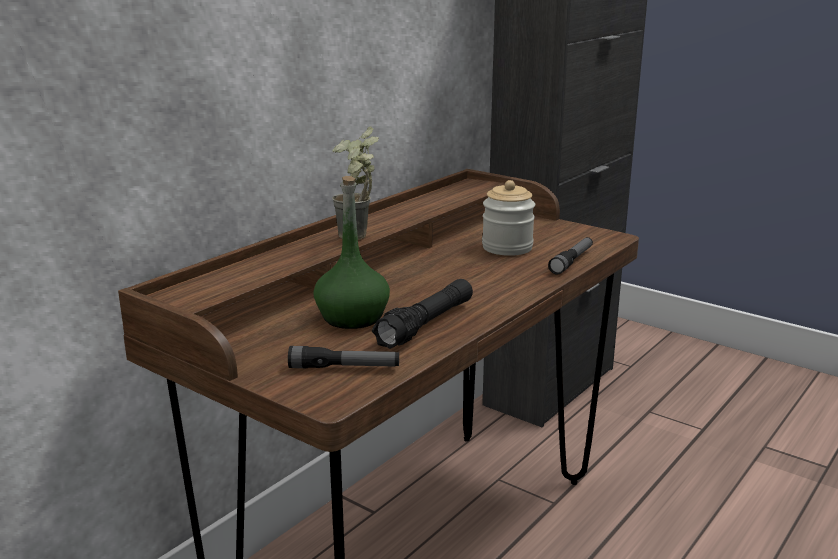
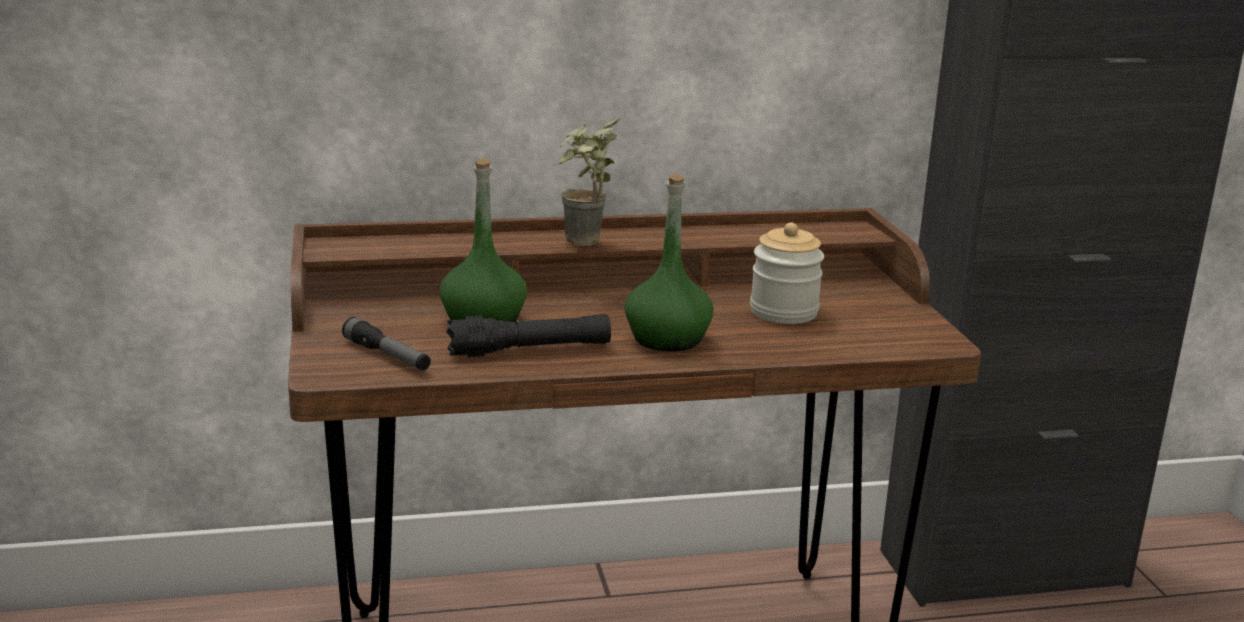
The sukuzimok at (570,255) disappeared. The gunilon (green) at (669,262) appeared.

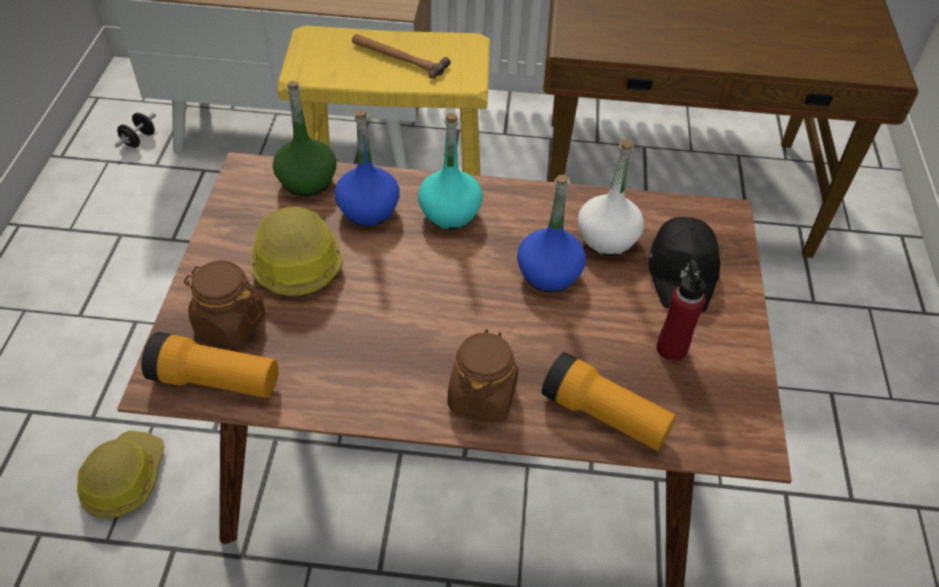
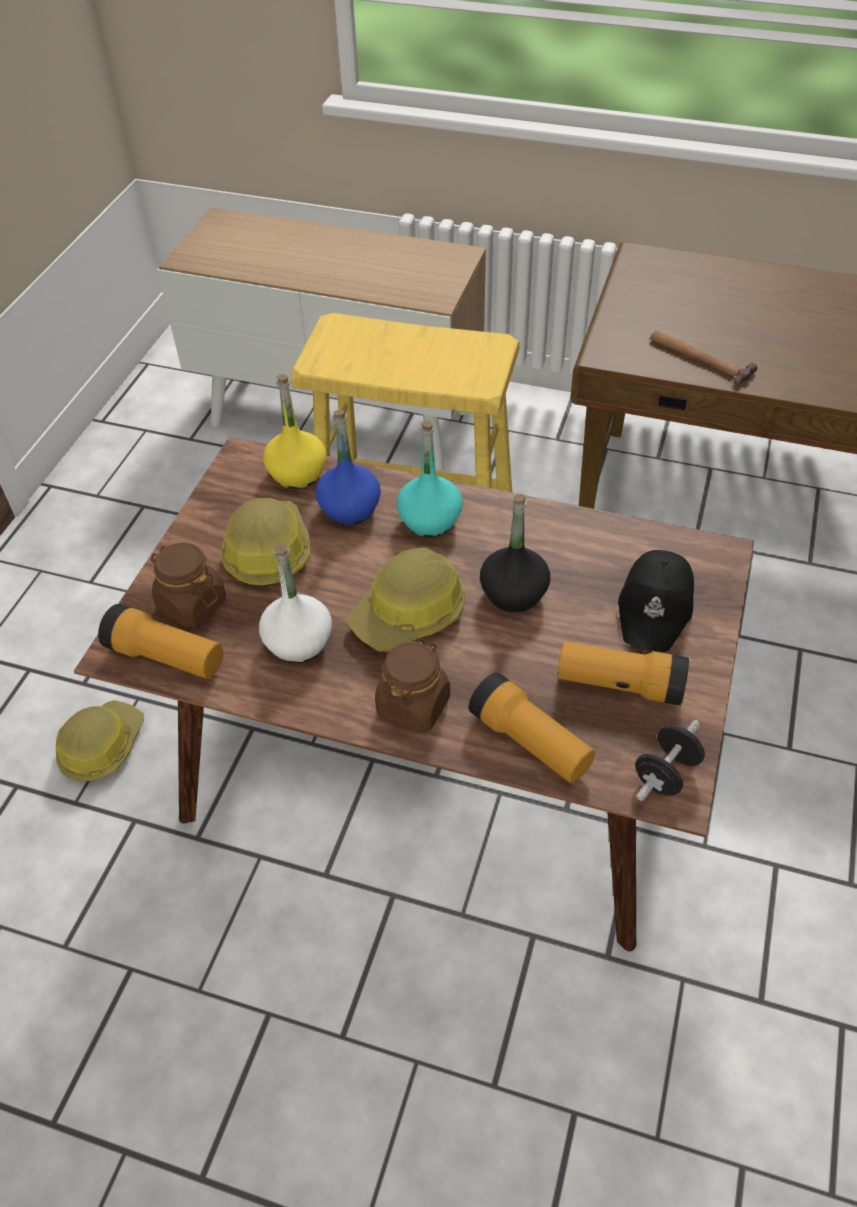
The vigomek moved from (401,56) to (704,358). The gunilon (green) at (305,139) became the gunilon (yellow) at (294,432). The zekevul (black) moved from (135,130) to (670,760). The gunilon (white) moved from (611,197) to (295,603). The gunilon (blue) at (551,233) became the gunilon (black) at (515,553). The gunilon (red) at (681,311) was replaced by the sukuzimok at (623,673). The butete at (406,599) appeared.

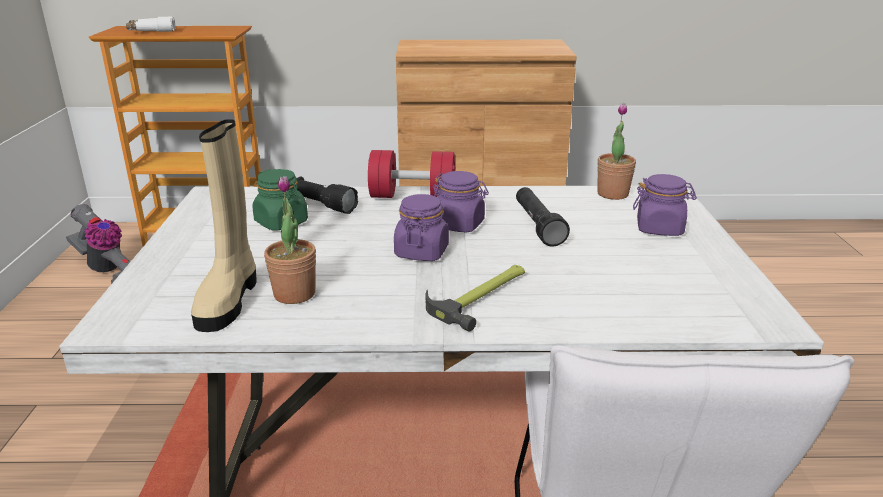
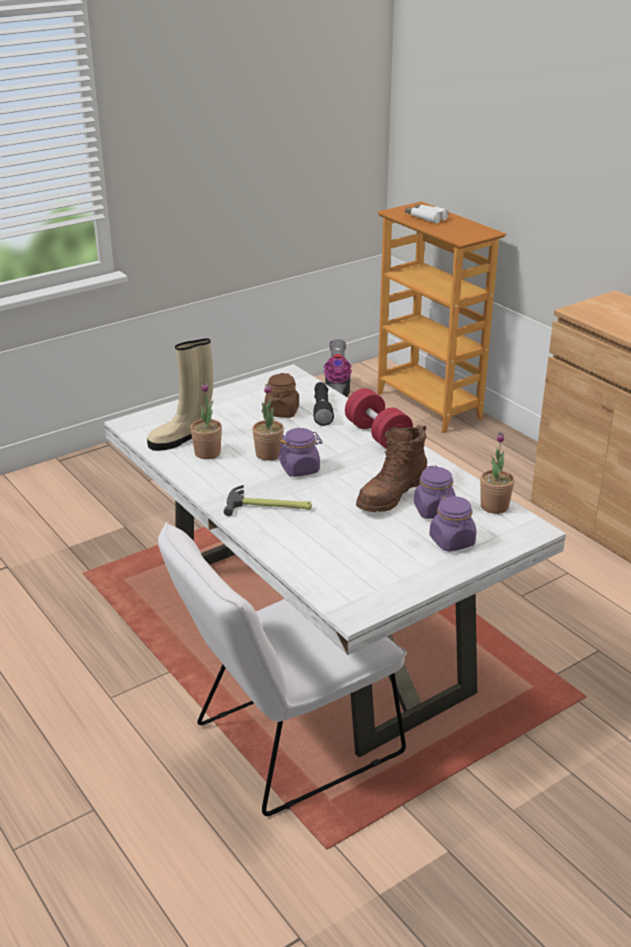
The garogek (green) at (280,200) became the garogek (brown) at (281,395). The garogek (purple) moved from (461,202) to (435,492). The sukuzimok (black) at (543,216) was replaced by the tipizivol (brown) at (391,468). The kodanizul at (268,422) appeared.

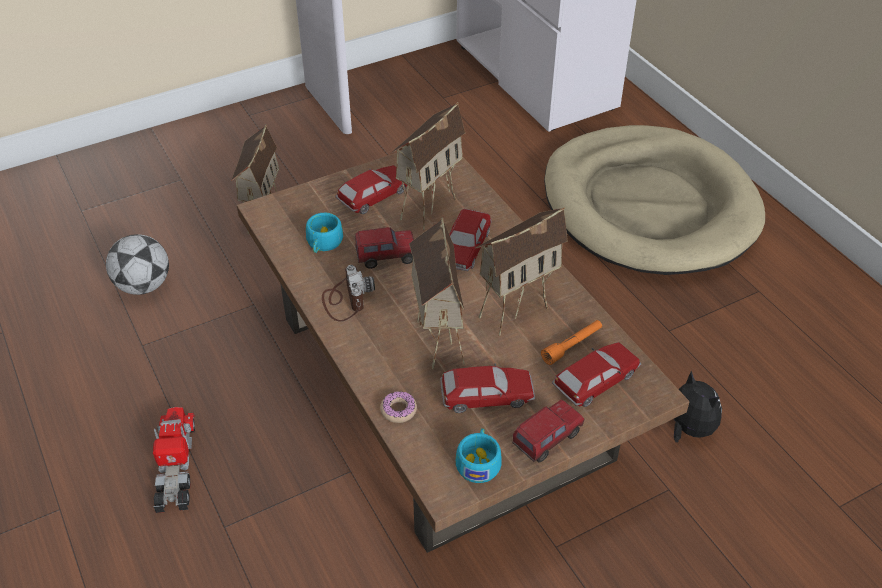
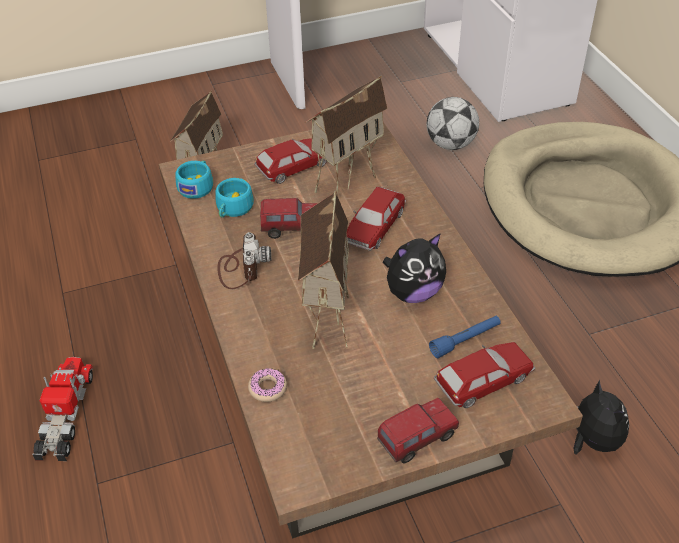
The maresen at (521,271) was replaced by the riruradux at (414,268). The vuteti moved from (137,264) to (453,123). The sukuzimok (orange) at (571,342) became the sukuzimok (blue) at (465,337). The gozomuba at (487,388) disappeared. The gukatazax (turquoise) moved from (479,455) to (194,179).

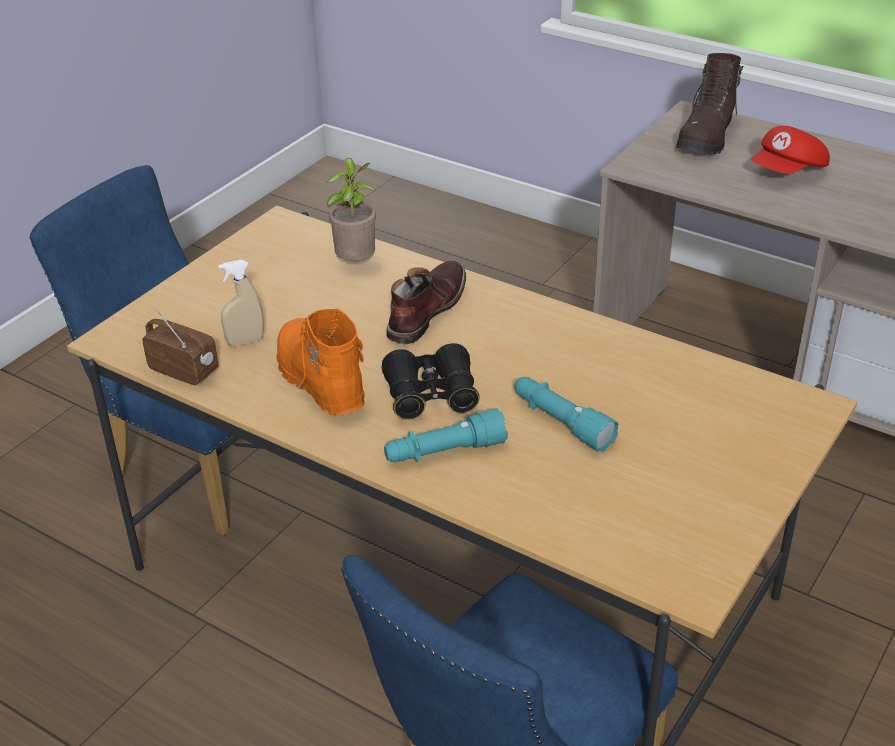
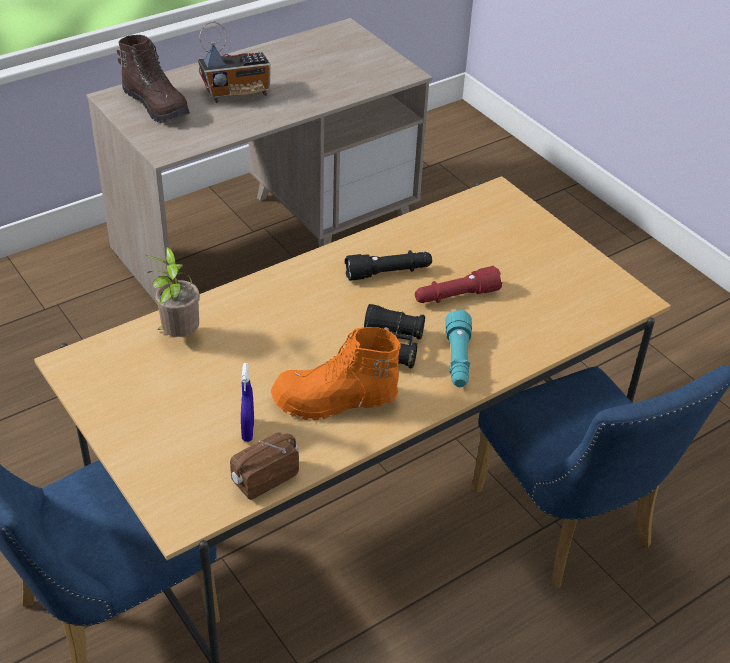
The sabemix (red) at (790,150) was replaced by the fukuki at (234,62). The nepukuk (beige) at (241,303) became the nepukuk (blue) at (247,402). The tipizivol (brown) at (426,302) disappeared. The sukuzimok (turquoise) at (566,414) became the sukuzimok (red) at (458,284). The sukuzimok (black) at (388,265) appeared.

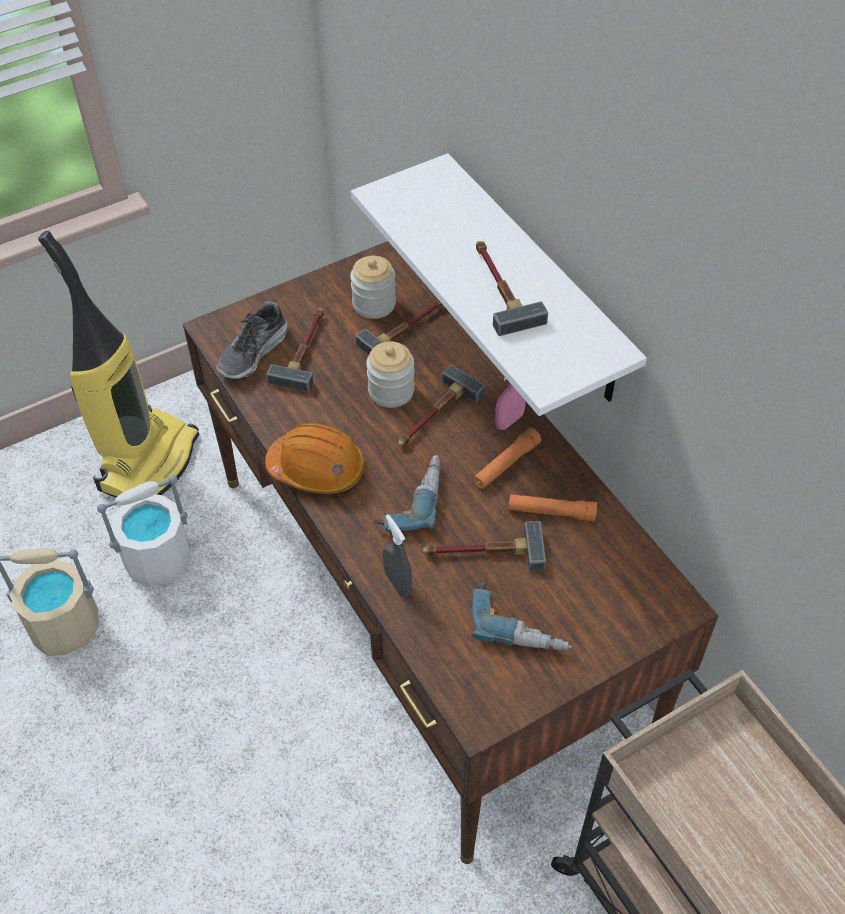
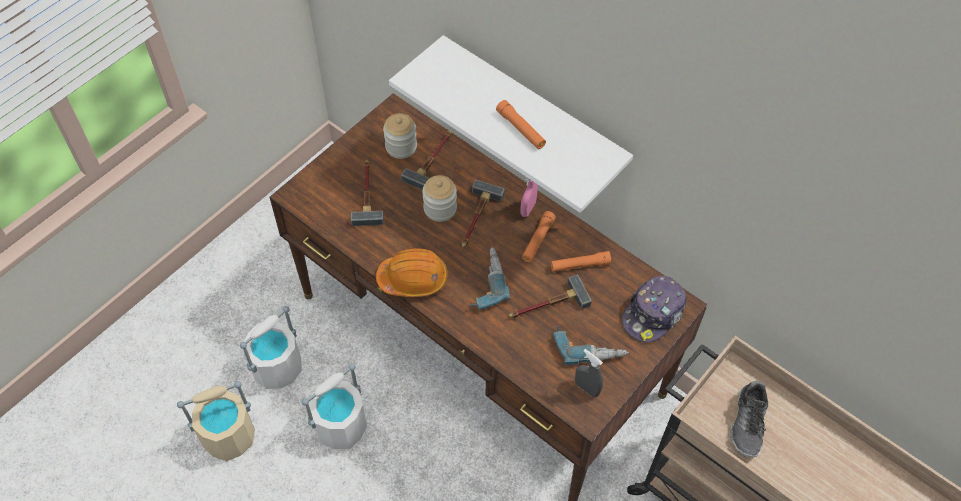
The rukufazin at (118,364) disappeared. The vigomek at (512,288) was replaced by the sukuzimok (orange) at (521,124). The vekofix moved from (252,340) to (749,419). The nepukuk (grey) moved from (397,555) to (589,373). The sabemix at (654,309) appeared. The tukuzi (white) at (334,406) appeared.

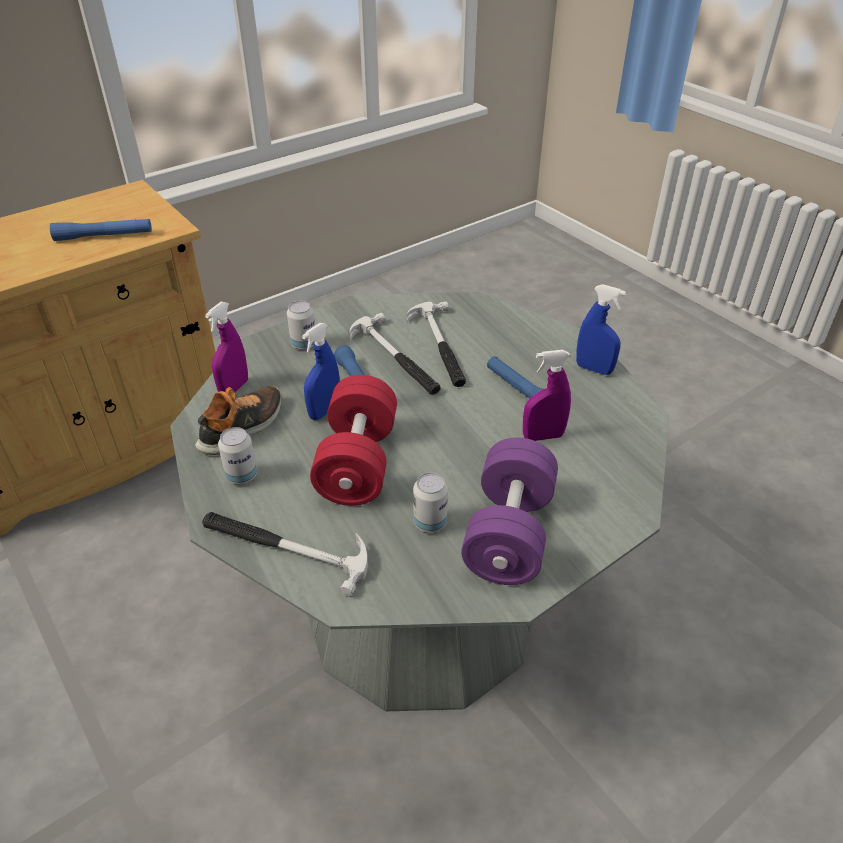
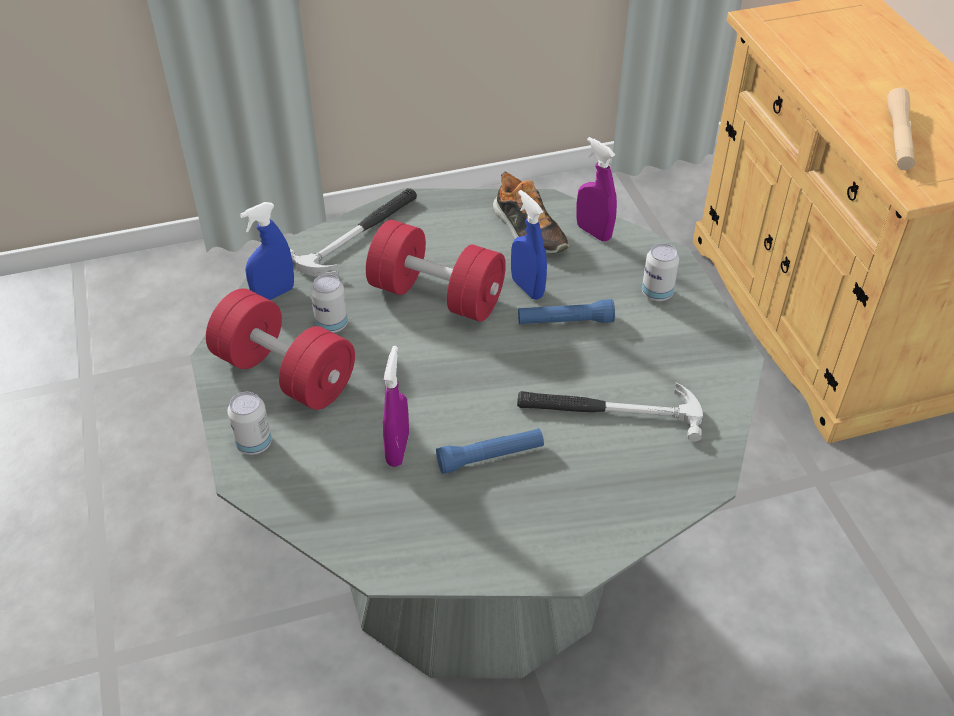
The sukuzimok (blue) at (101,230) became the sukuzimok (beige) at (901,129). The nepukuk (blue) moved from (601,329) to (267,251). The vigomek at (395,353) disappeared. The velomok moved from (237,455) to (249,423). The zekevul (purple) at (509,511) became the zekevul (red) at (280,349).

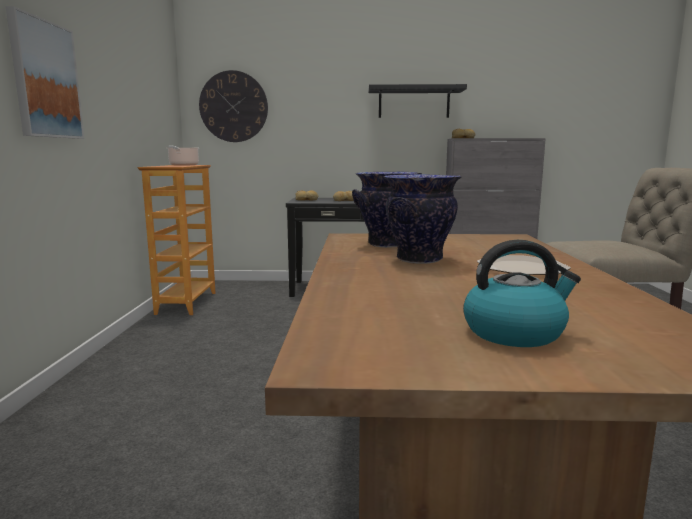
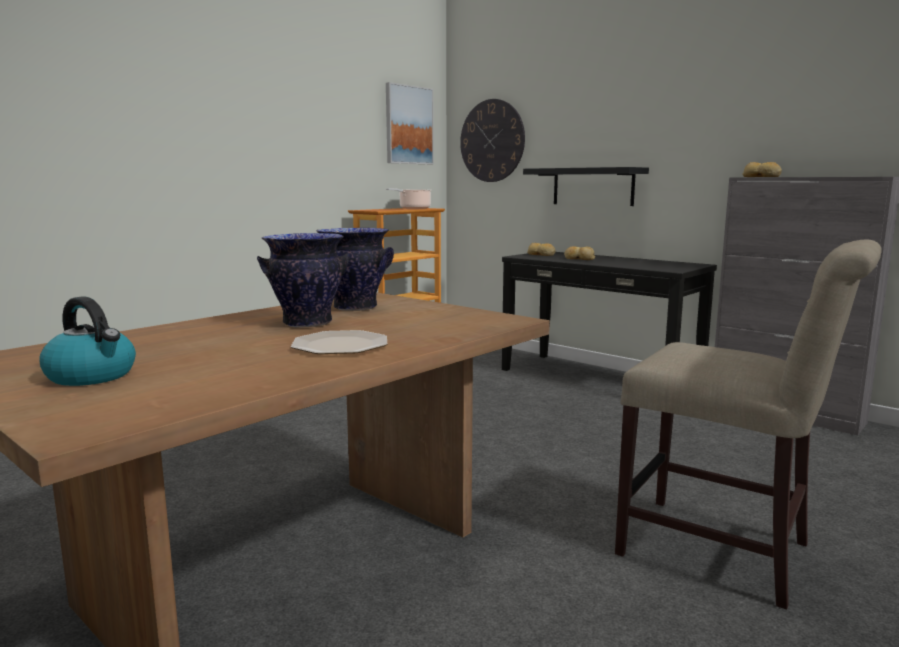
The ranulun moved from (44,72) to (410,123). The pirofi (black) moved from (418,101) to (586,186).

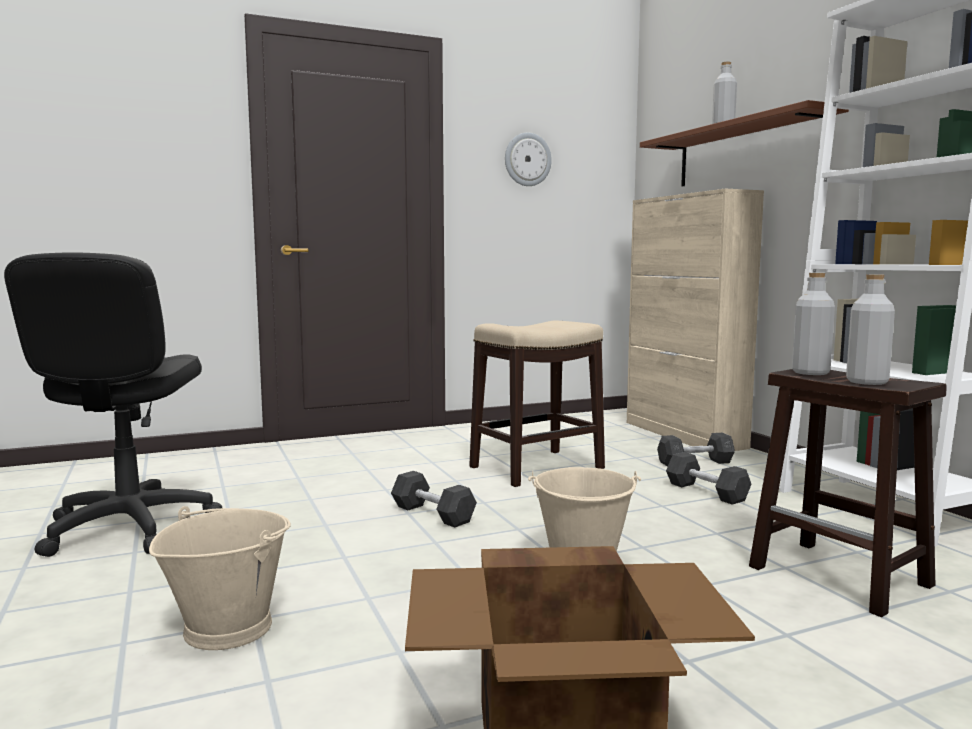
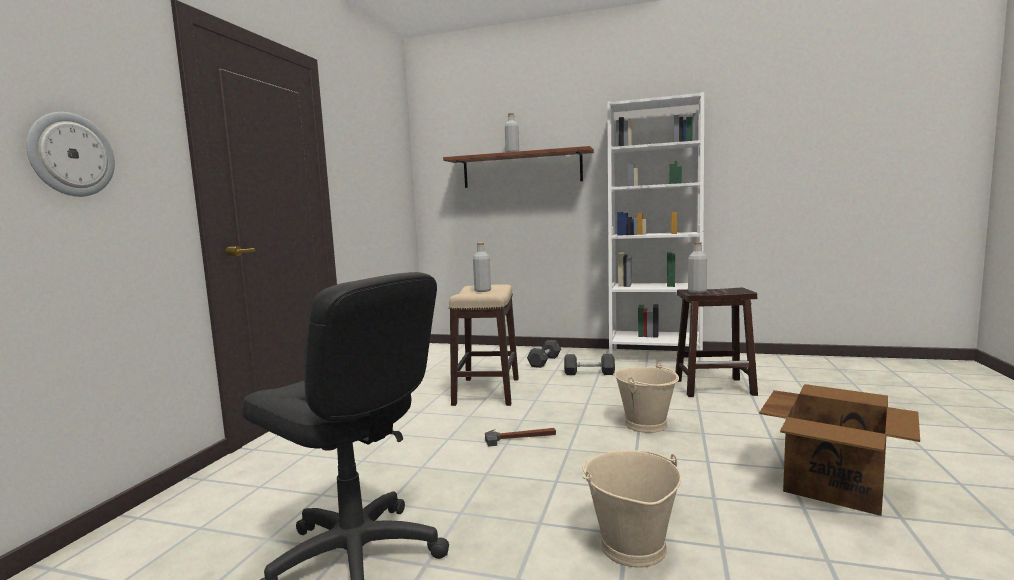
The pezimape moved from (528,159) to (70,154). The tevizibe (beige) at (695,320) disappeared. The gunilon (grey) moved from (870,329) to (482,267). The zekevul (grey) at (434,499) was replaced by the vigomek at (520,437).

